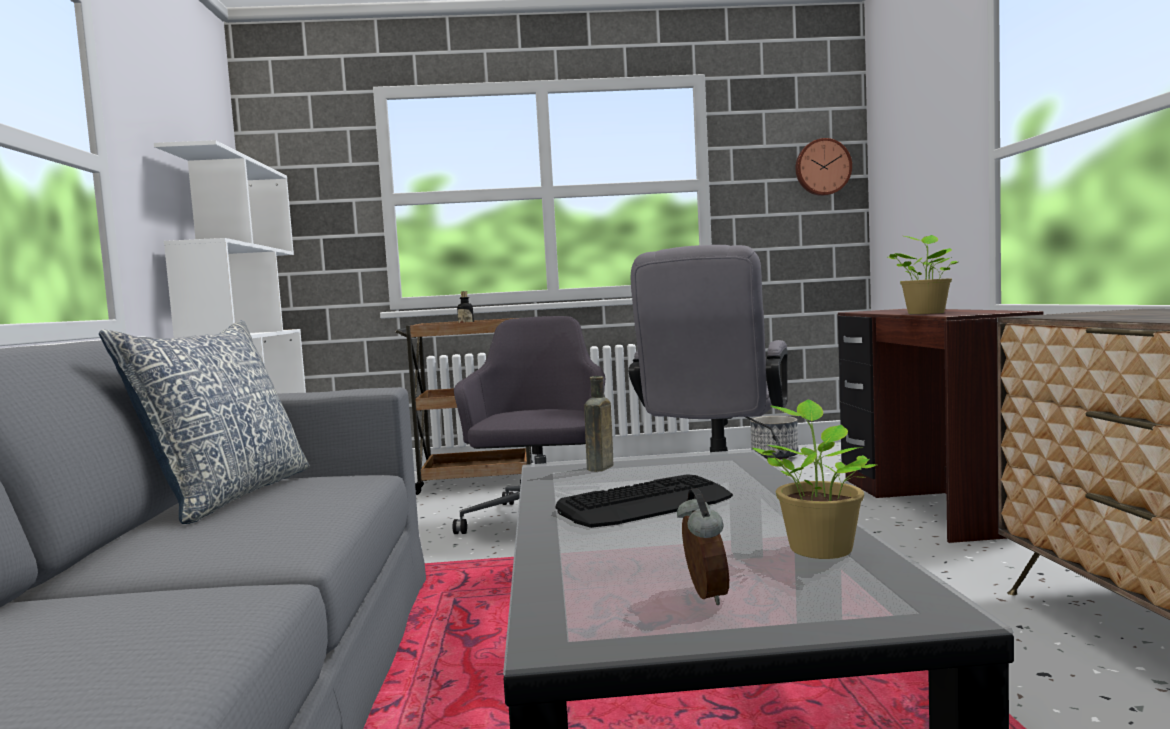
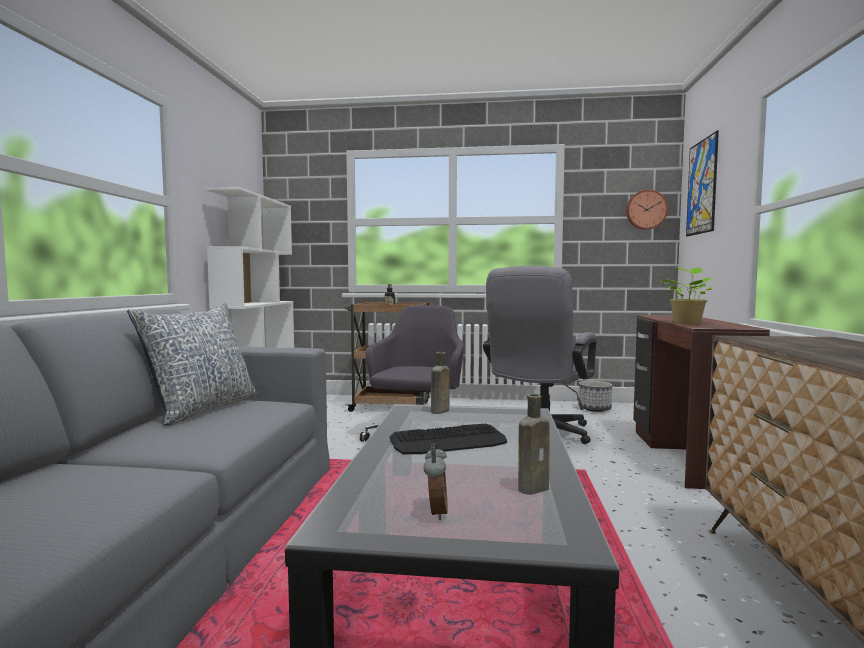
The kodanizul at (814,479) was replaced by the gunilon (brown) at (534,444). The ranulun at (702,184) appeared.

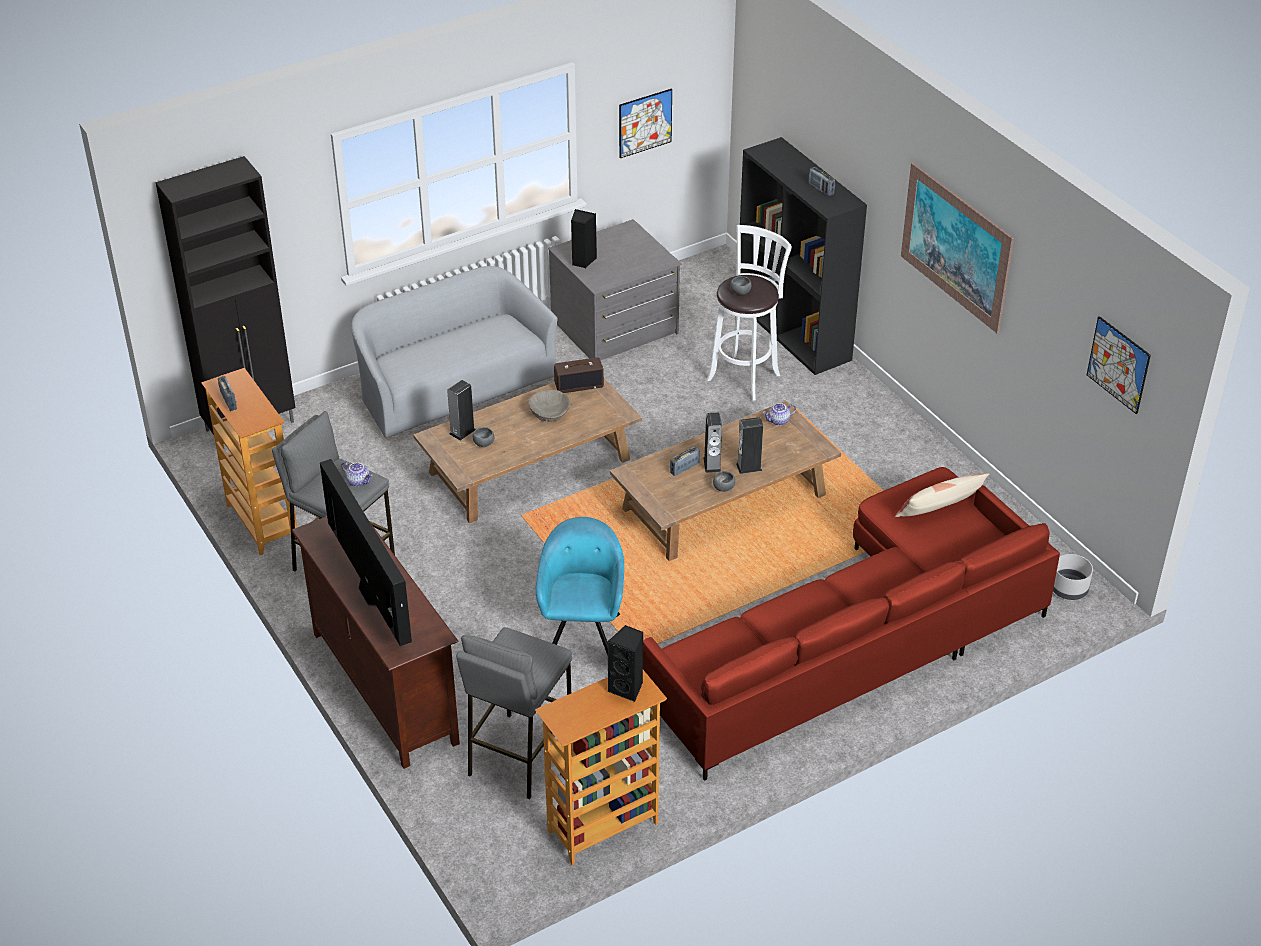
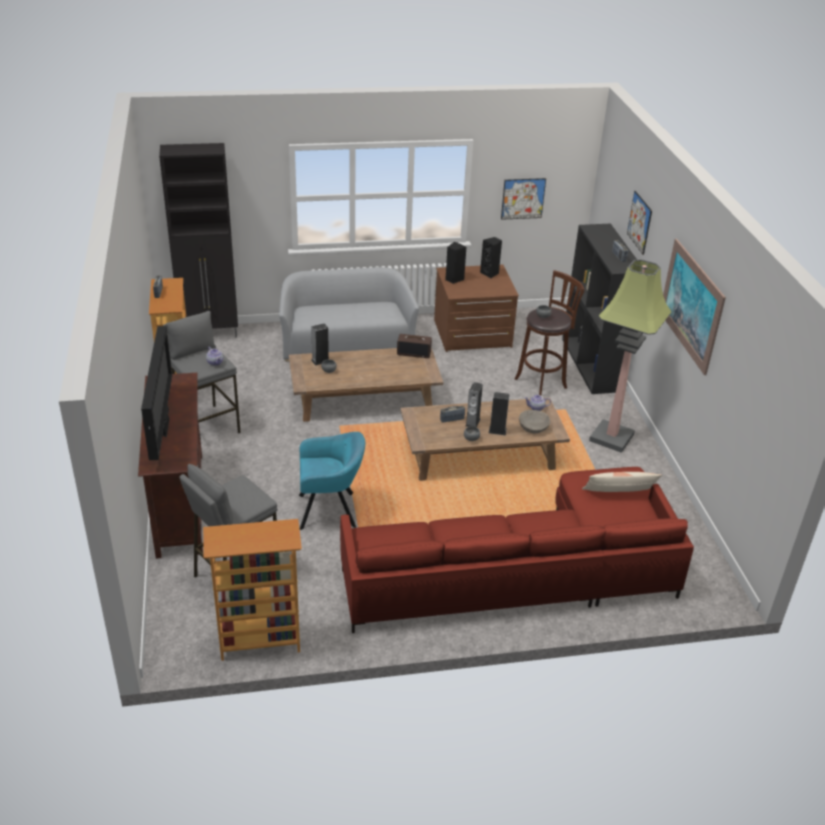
The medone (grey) at (615,290) became the medone (brown) at (476,308). The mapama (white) at (749,312) became the mapama (brown) at (549,332). The ranulun moved from (1119,365) to (639,223). The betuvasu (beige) moved from (549,406) to (534,421). The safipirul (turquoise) at (580,586) turned 60 degrees clockwise. The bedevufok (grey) at (1073,577) disappeared. The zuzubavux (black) moved from (625,663) to (491,258). The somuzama at (630,356) appeared.

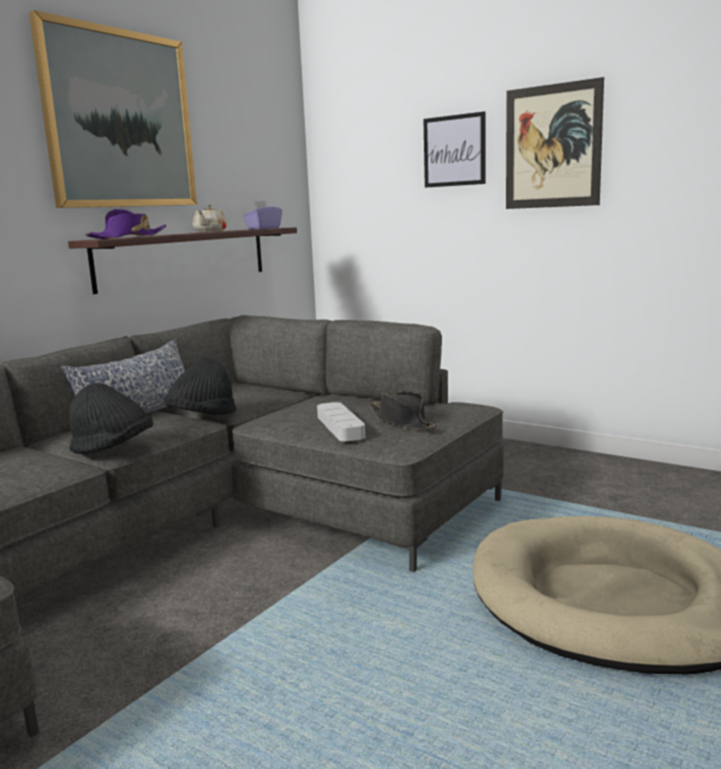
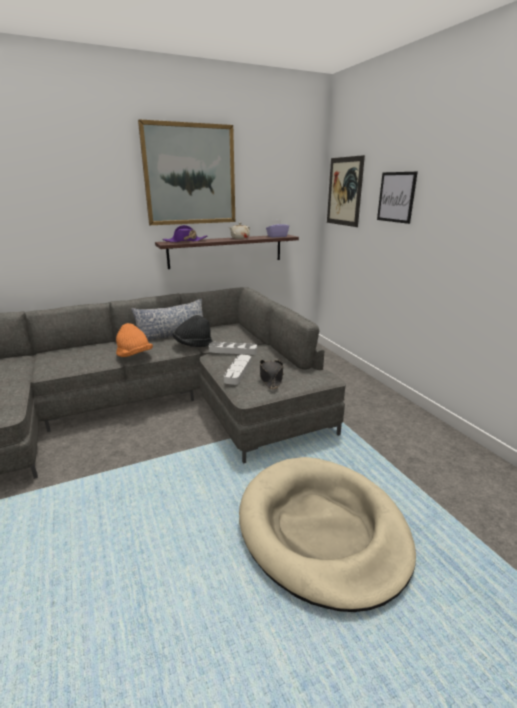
The ranulun moved from (555,143) to (346,191). The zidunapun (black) at (111,418) became the zidunapun (orange) at (134,340). The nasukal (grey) at (233,348) appeared.

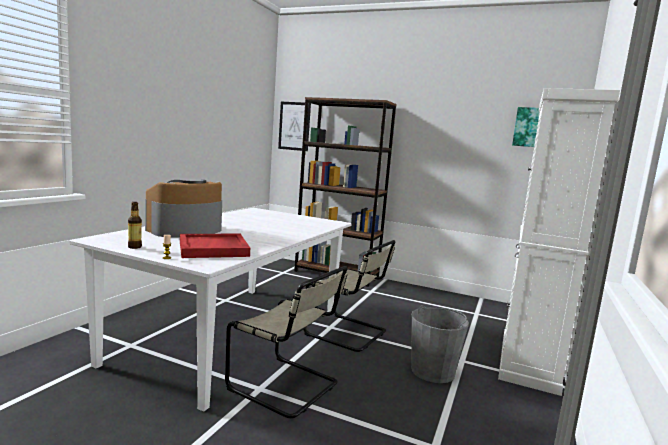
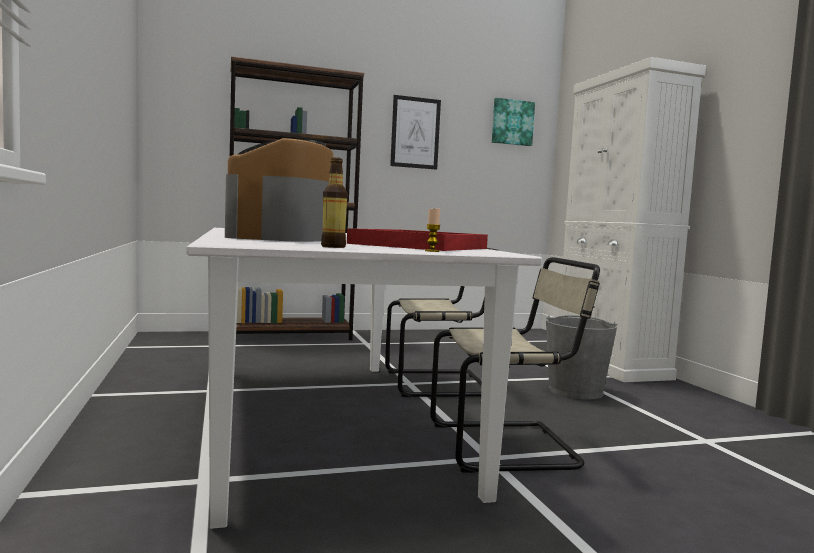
The ranulun moved from (294,126) to (415,132).

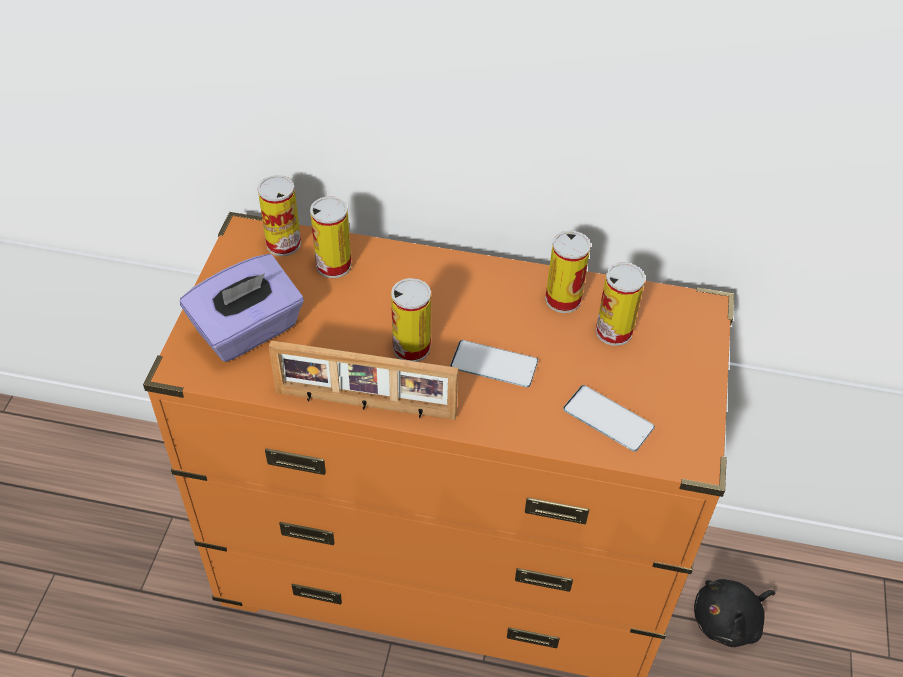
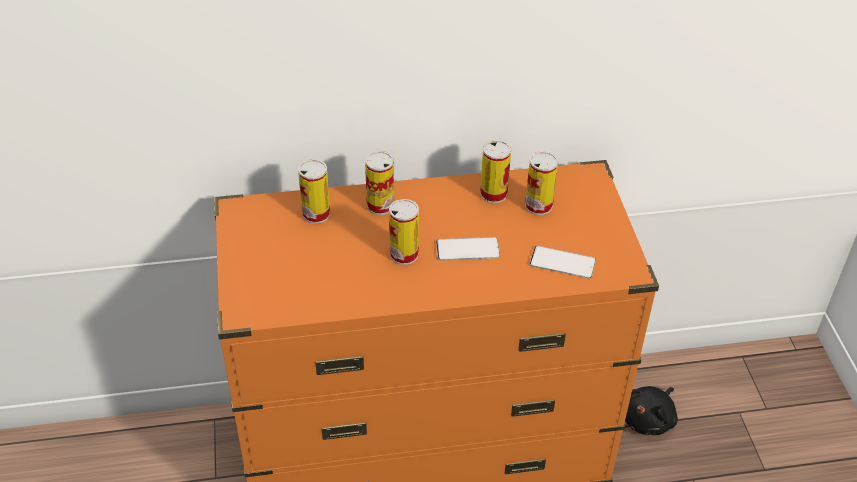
The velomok moved from (279,215) to (379,183). The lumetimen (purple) at (242,308) disappeared. The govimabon at (363,380) disappeared.

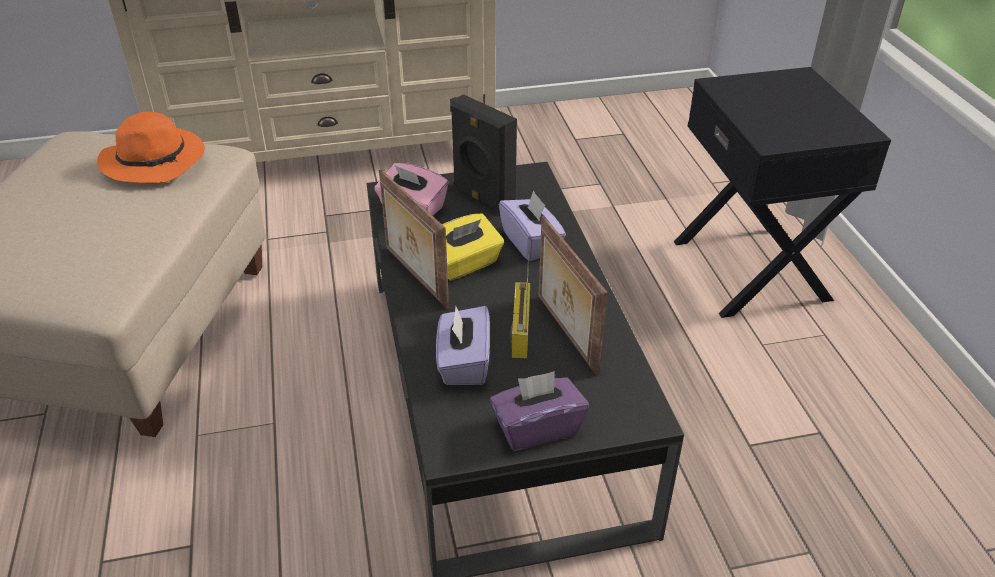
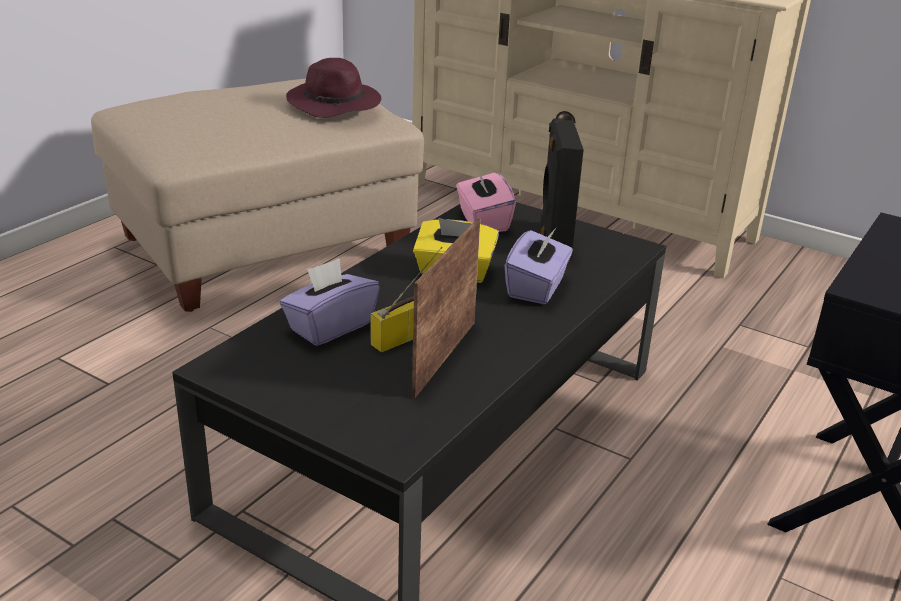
The zidunapun (orange) at (151,147) became the zidunapun (purple) at (333,88). The govimabon at (414,239) disappeared. The lumetimen (purple) at (539,411) disappeared.

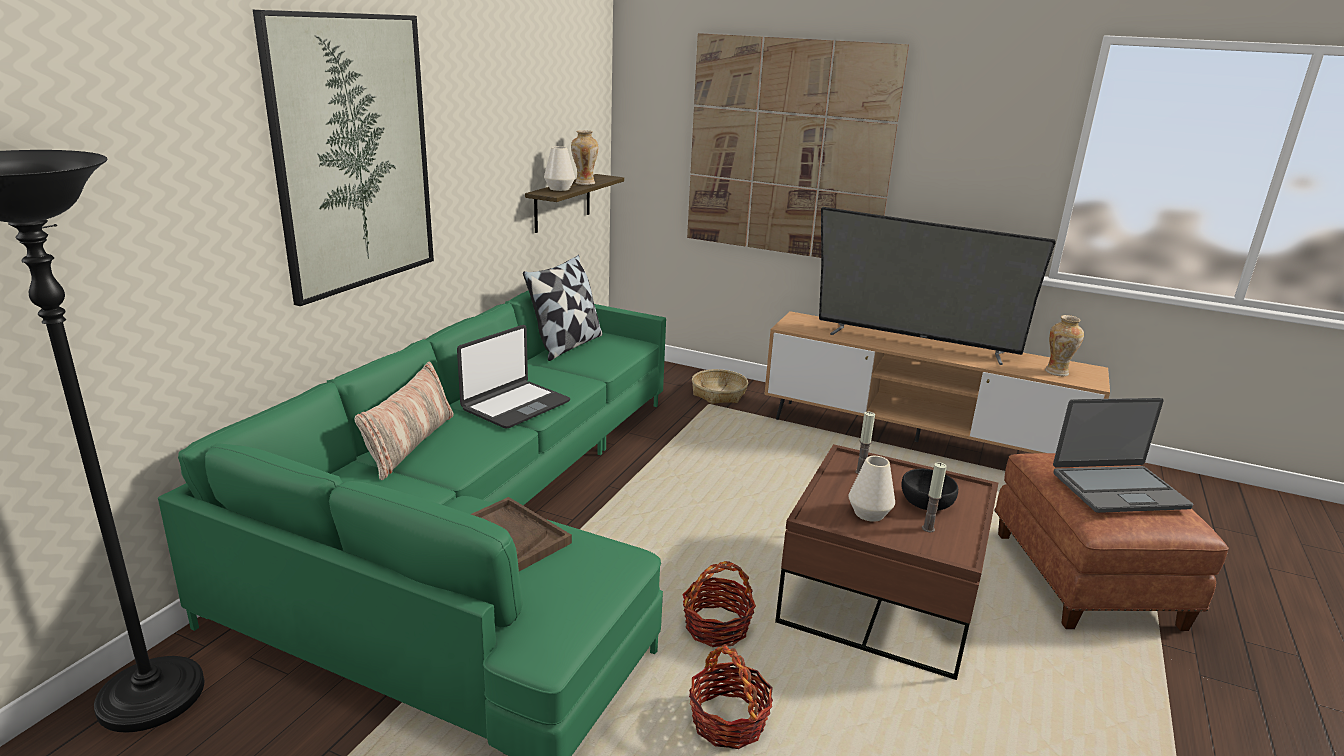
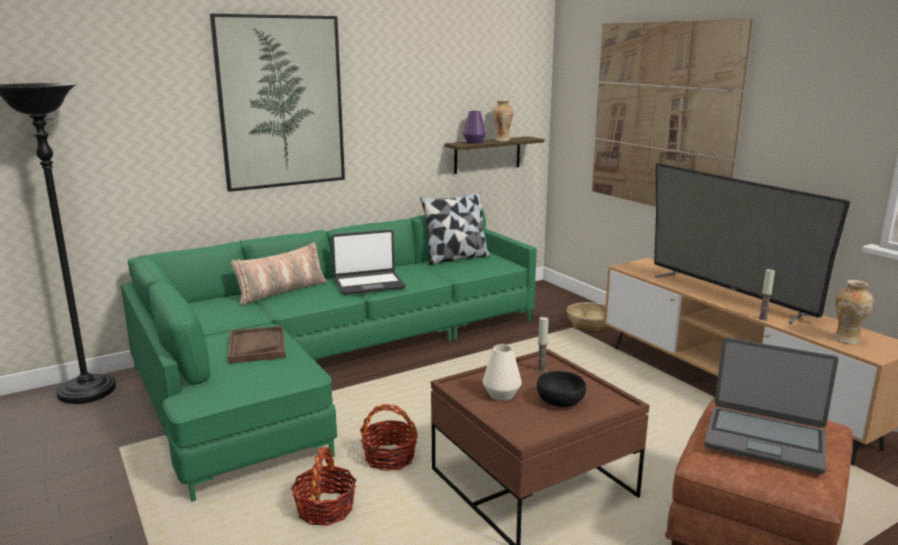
The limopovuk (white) at (559,168) became the limopovuk (purple) at (474,127). The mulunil moved from (934,497) to (766,295).

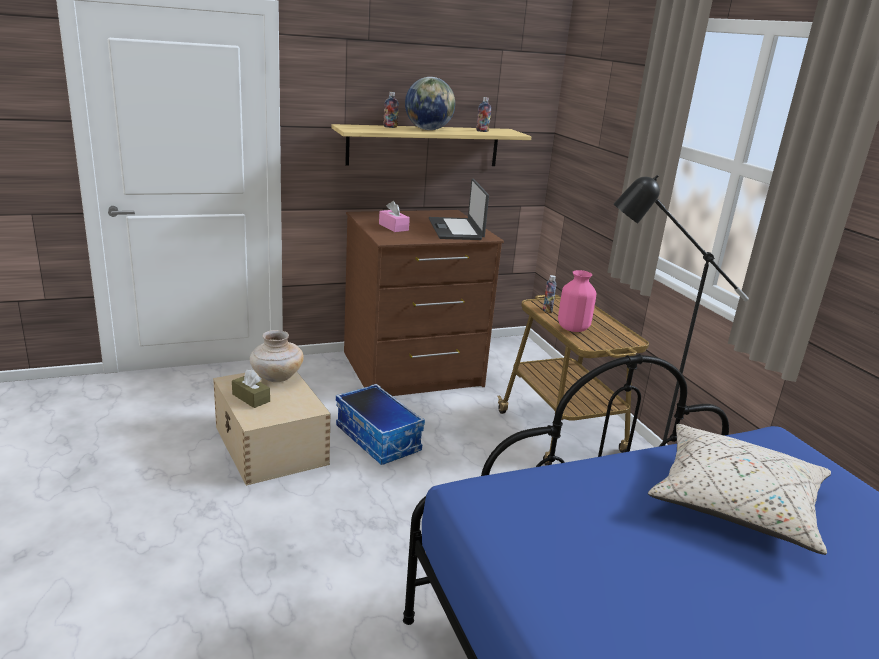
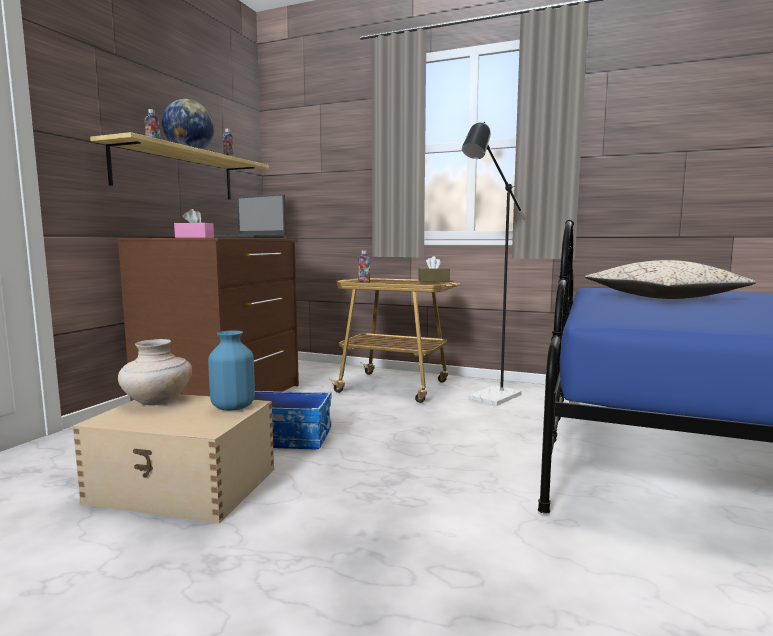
The limopovuk (pink) at (577,301) disappeared. The lumetimen (brown) moved from (251,389) to (434,269). The limopovuk (blue) at (231,371) appeared.

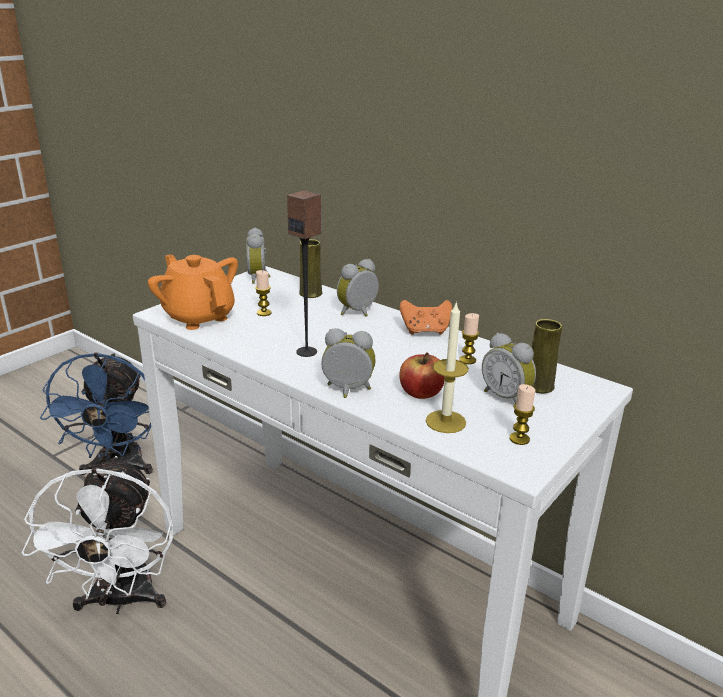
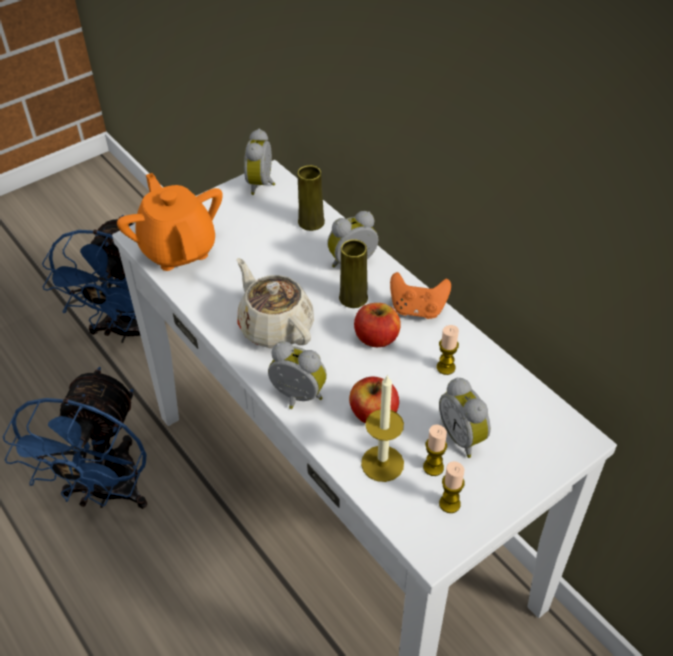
The zuzubavux at (304,273) was replaced by the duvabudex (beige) at (275,303). The mulunil moved from (263,293) to (435,450). The limopovuk (yellow) moved from (546,356) to (353,273). The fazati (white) at (98,535) became the fazati (blue) at (75,438). The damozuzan at (377,325) appeared.

